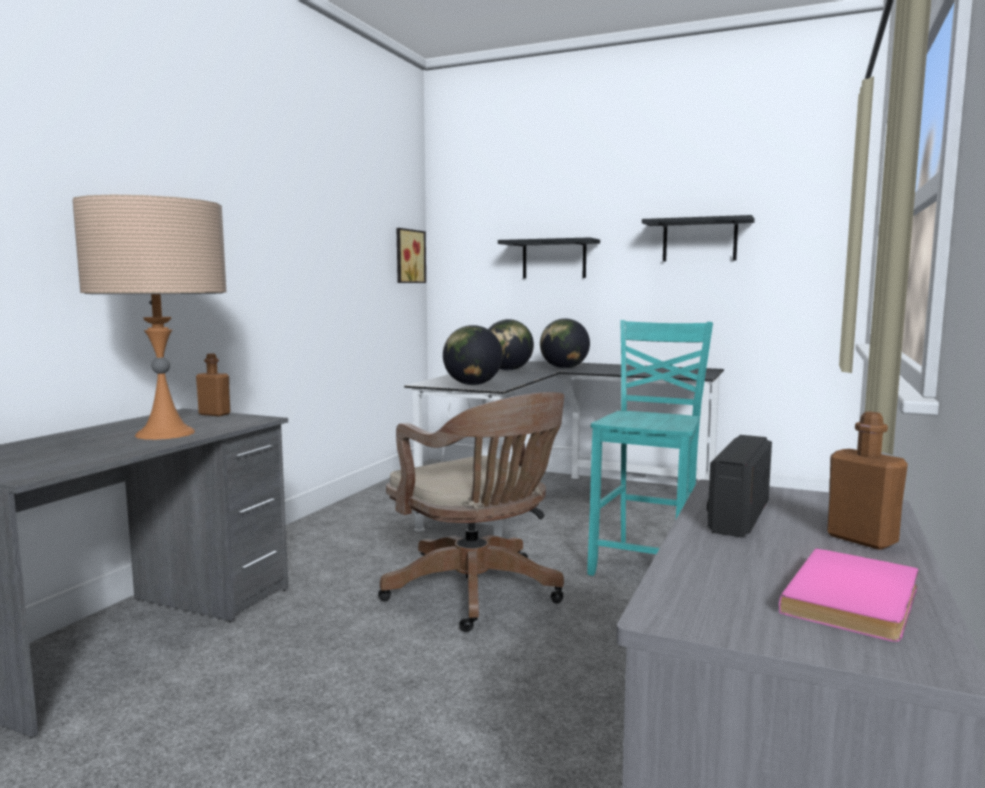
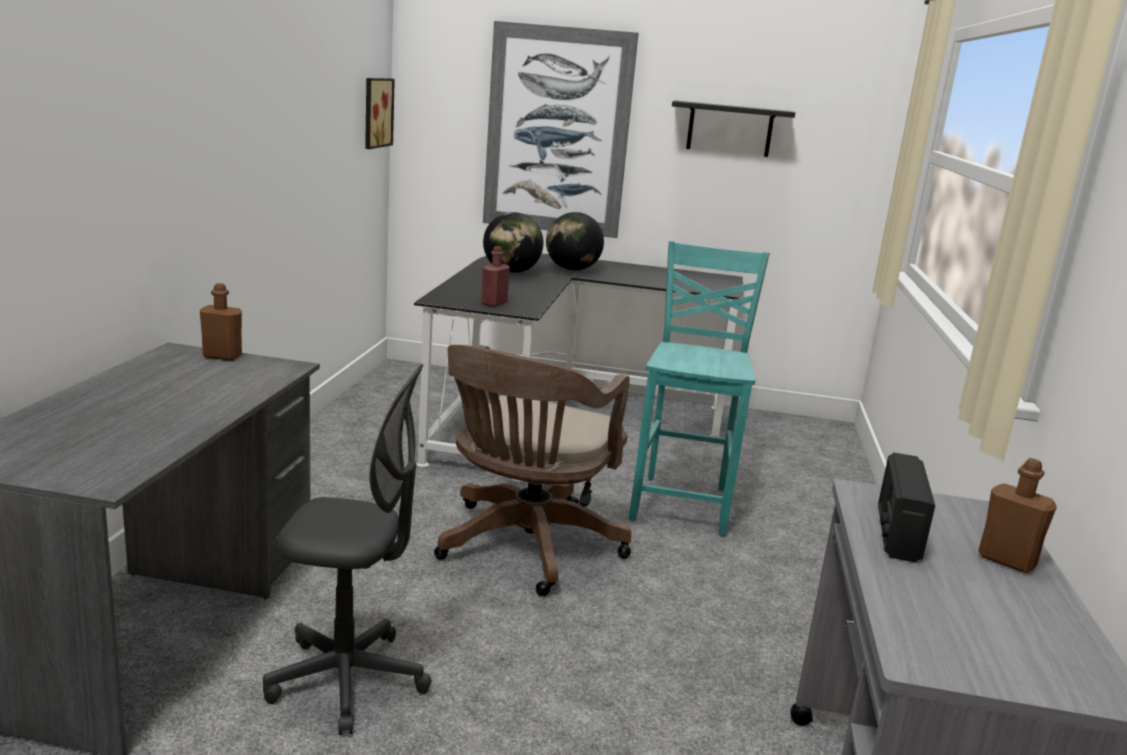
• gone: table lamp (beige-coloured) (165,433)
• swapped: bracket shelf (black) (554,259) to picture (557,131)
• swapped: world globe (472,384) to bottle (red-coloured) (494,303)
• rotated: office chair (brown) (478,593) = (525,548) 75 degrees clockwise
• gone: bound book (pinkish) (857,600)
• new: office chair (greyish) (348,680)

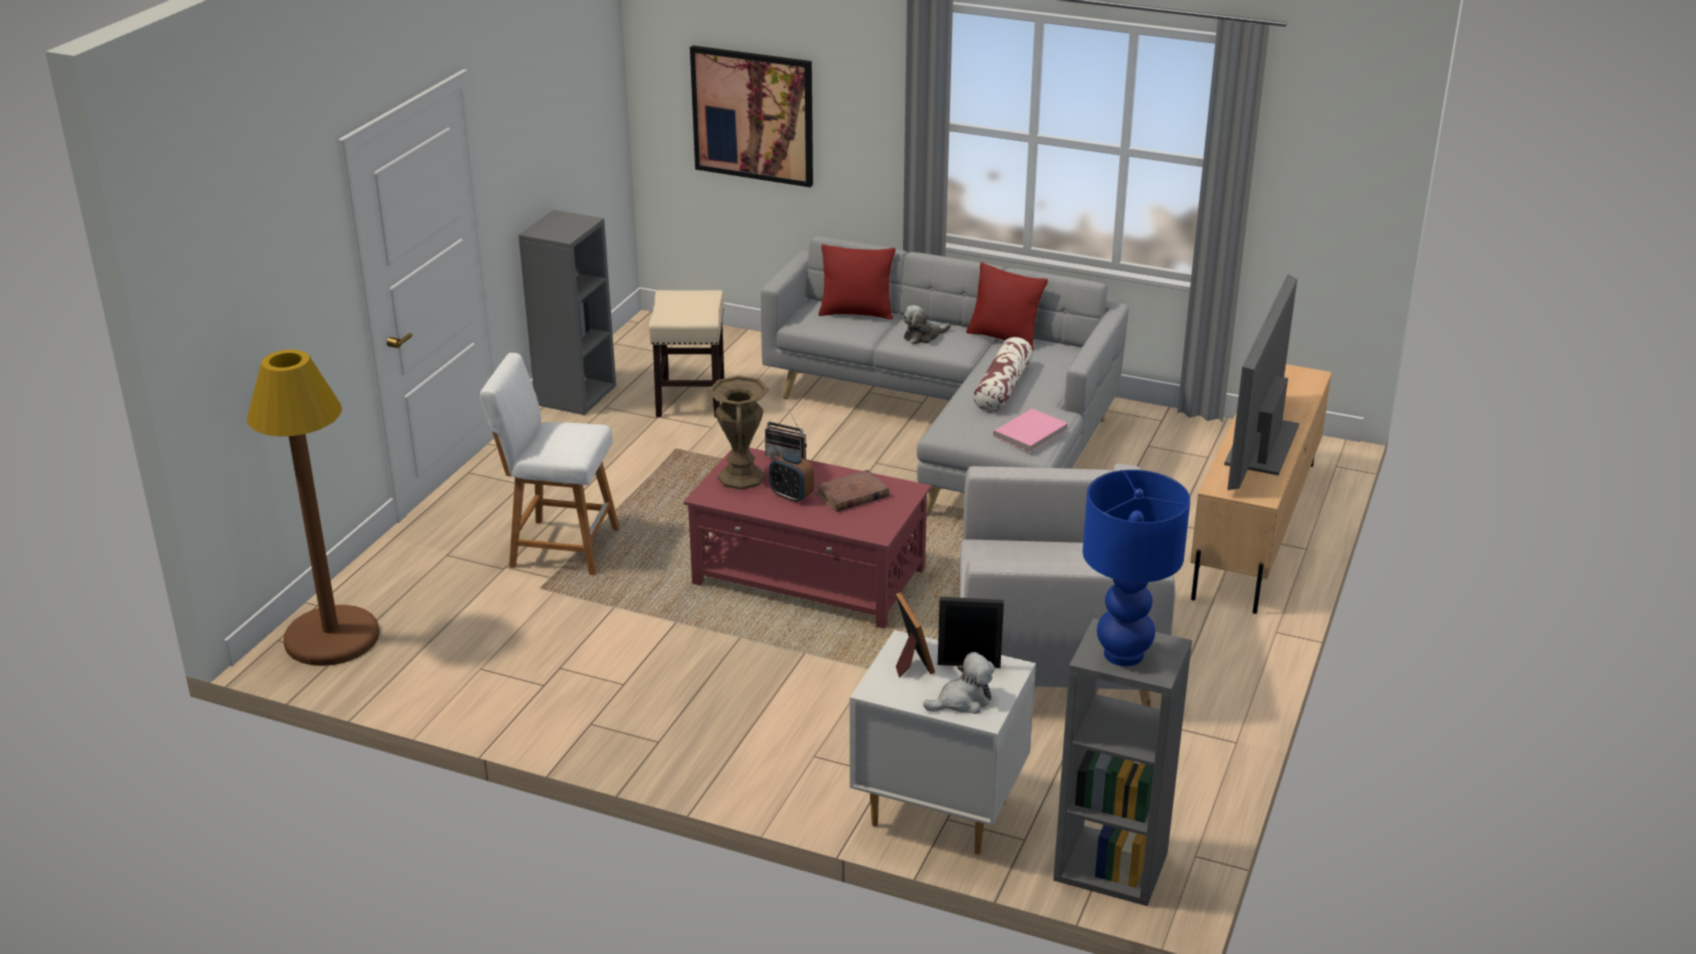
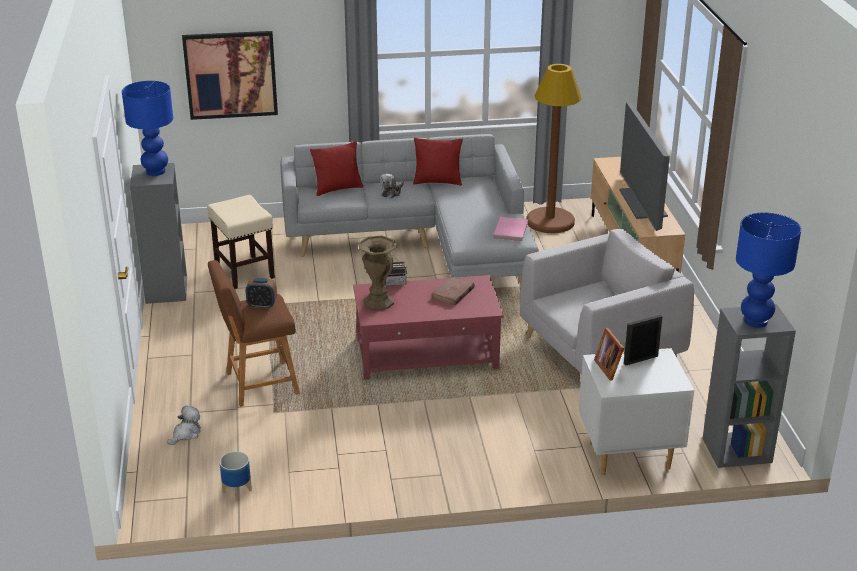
• gone: throw pillow (1002,387)
• shifted: standard lamp (brown) (332,637) to (550,221)
• repainted: sitting stool (white-coloured) (559,547) to sitting stool (brown) (258,384)
• shifted: table clock (791,496) to (262,305)
• rotated: standing frame (910,660) = (609,368) 150 degrees counterclockwise
• shifted: soft toy (962,701) to (186,434)
• new: table lamp (bluish) (155,171)
• new: planter (236,491)

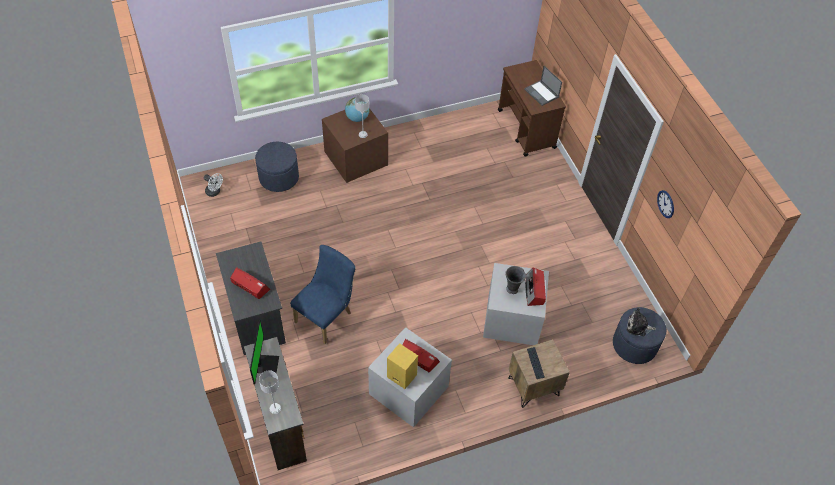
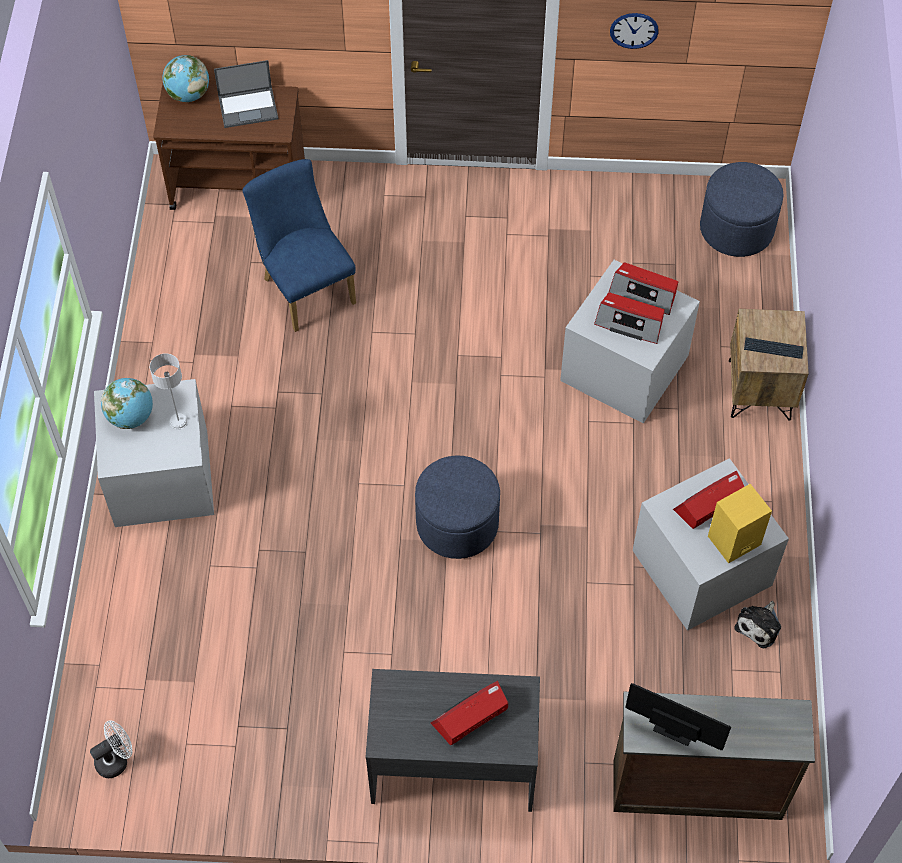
• repainted: storage bin (brown) (356,157) to storage bin (greyish) (160,477)
• shifted: footrest (bluish) (279,177) to (457,523)
• shifted: upright chair (bluish) (327,315) to (305,286)
• swapped: vase (greyish) (512,290) to radio set (630,323)
• shifted: soft toy (638,326) to (759,625)
• gone: table lamp (greyish) (275,408)
• new: world globe (188,94)

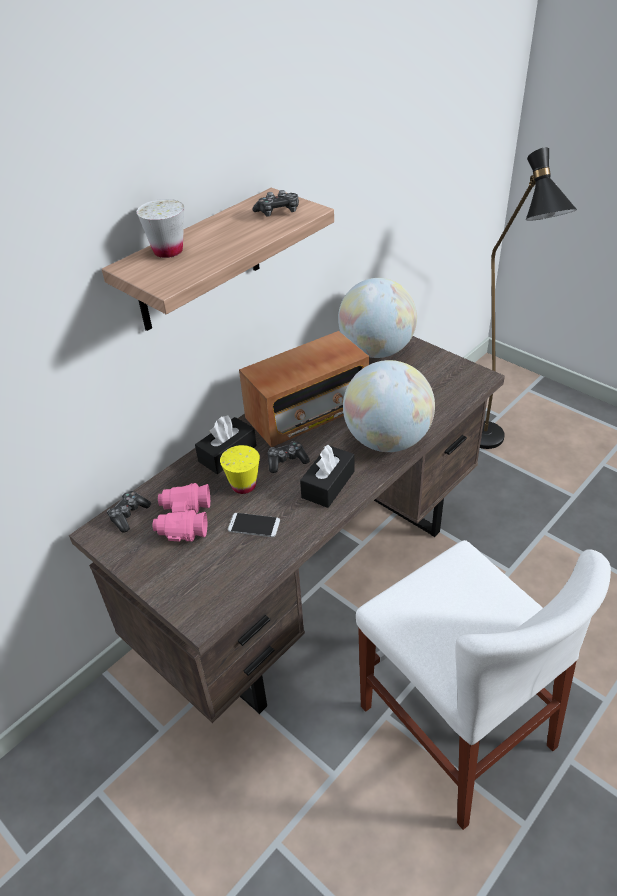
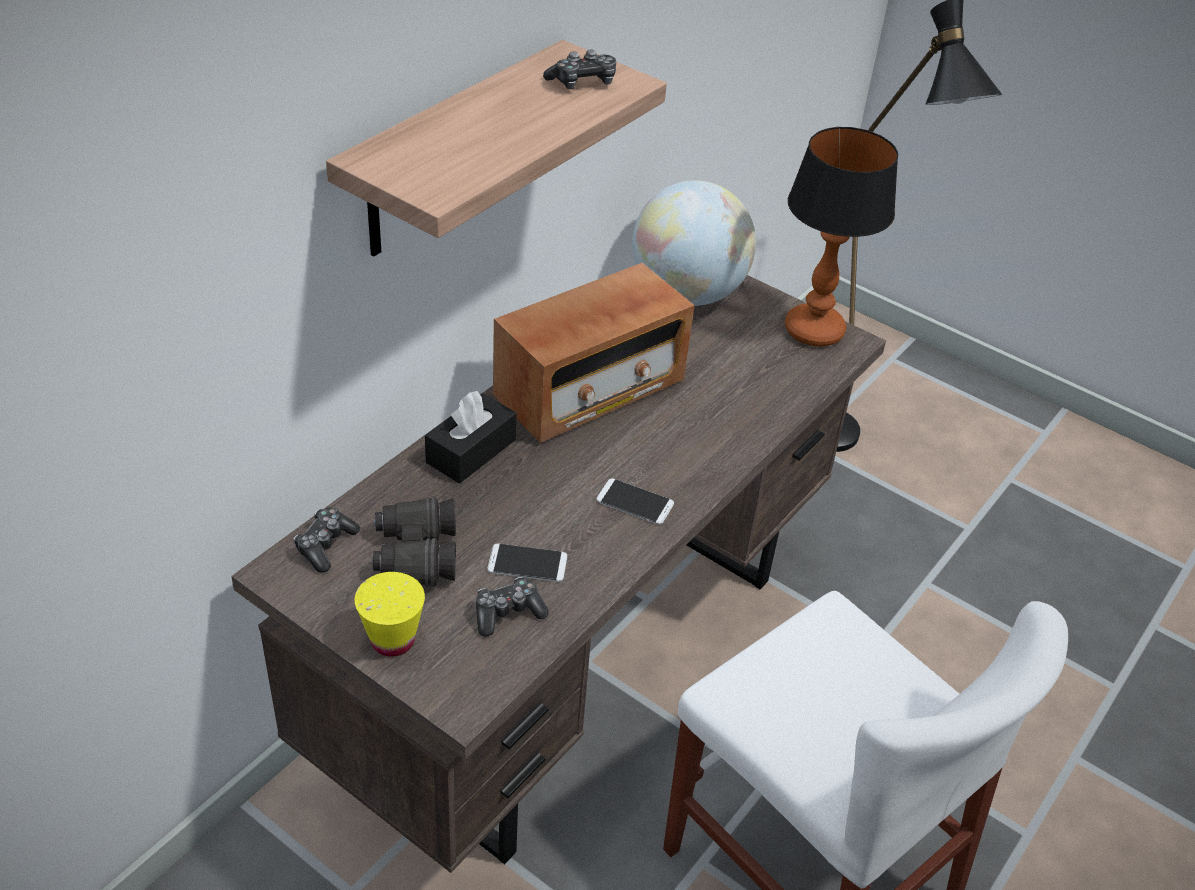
• gone: cup (white-coloured) (168,251)
• gone: world globe (387,440)
• shifted: joypad (286,461) to (507,613)
• shifted: cup (yellow-coloured) (243,485) to (392,640)
• swapped: tissue holder (black) (328,484) to telephone (635,502)
• repainted: binoculars (pinkish) (184,520) to binoculars (black) (415,555)
• new: table lamp (814,331)

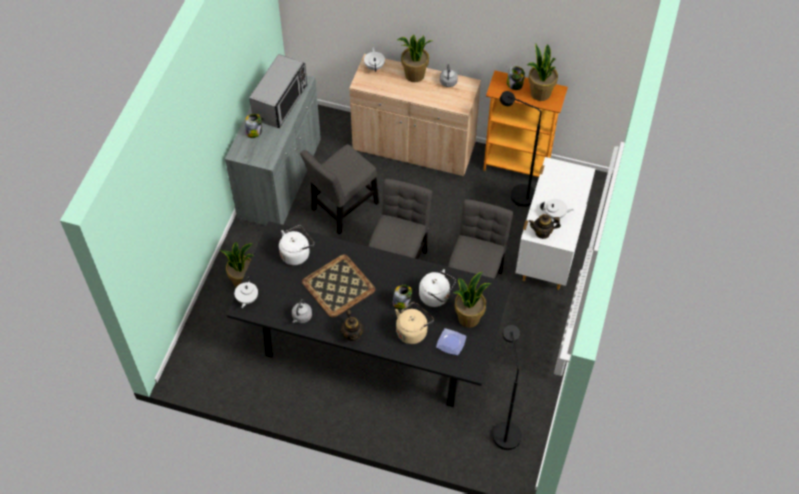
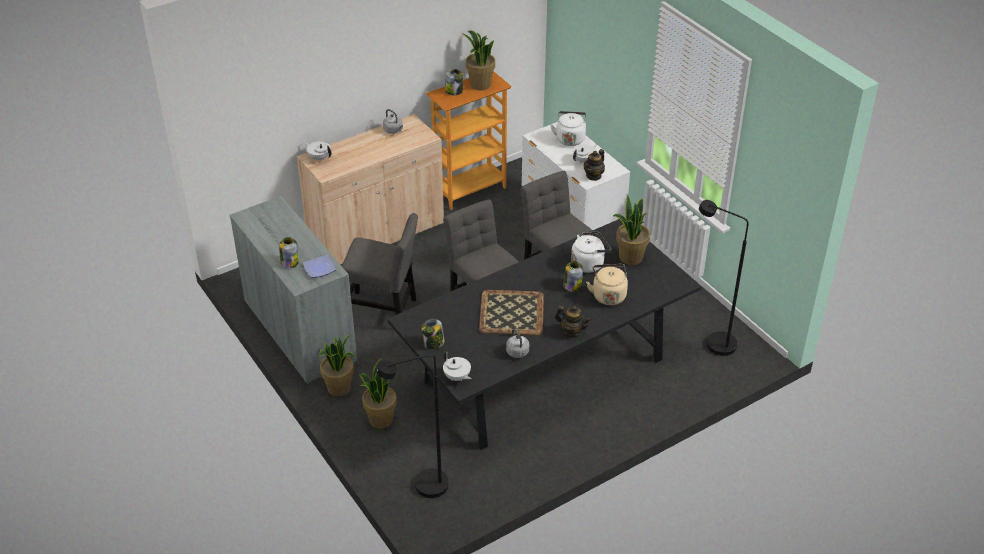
• shifted: plant in a pot (414,75) to (339,388)
• gone: microwave (280,102)
• shifted: standard lamp (black) (516,194) to (422,488)
• rotated: upright chair (greyish) (342,208) = (384,310) 75 degrees counterclockwise
• shifted: kettle (white-coloured) (296,253) to (570,138)
• shifted: dinner plate (450,343) to (319,269)
• new: storage jar (433,343)

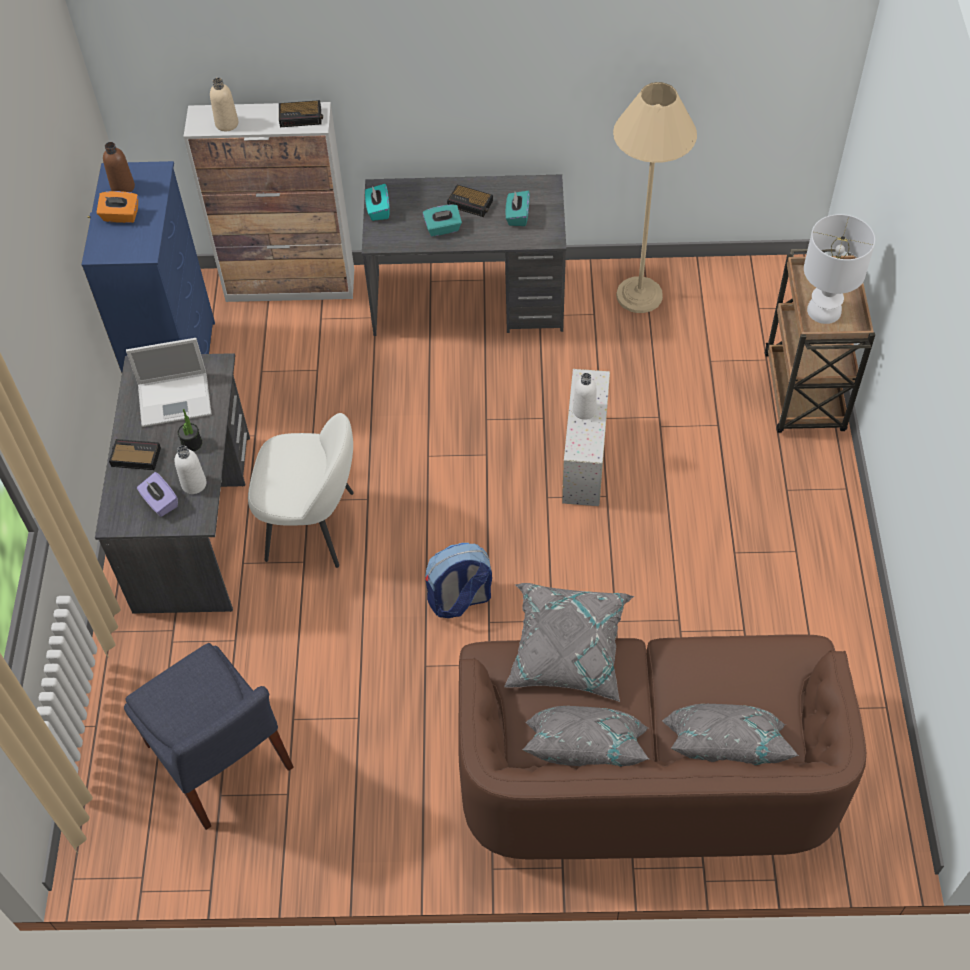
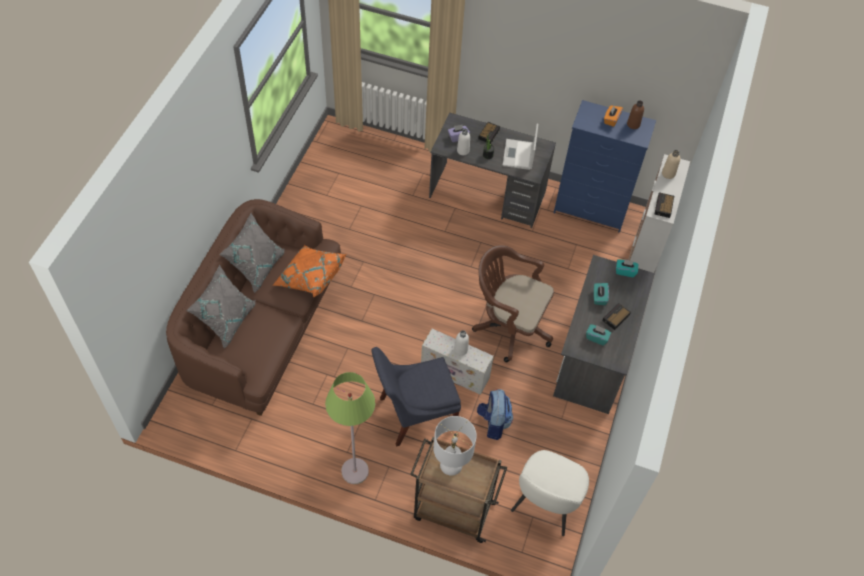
• gone: standard lamp (beige-coloured) (639,295)
• shifted: upright chair (white-coloured) (313,526) to (545,505)
• shifted: knapsack (459,600) to (493,423)
• repainted: throw pillow (greyish) (567,654) to throw pillow (orange) (310,277)
• shifted: upright chair (bluish) (221,762) to (414,413)
• new: office chair (brown) (508,326)
• new: standard lamp (green-coloured) (354,471)

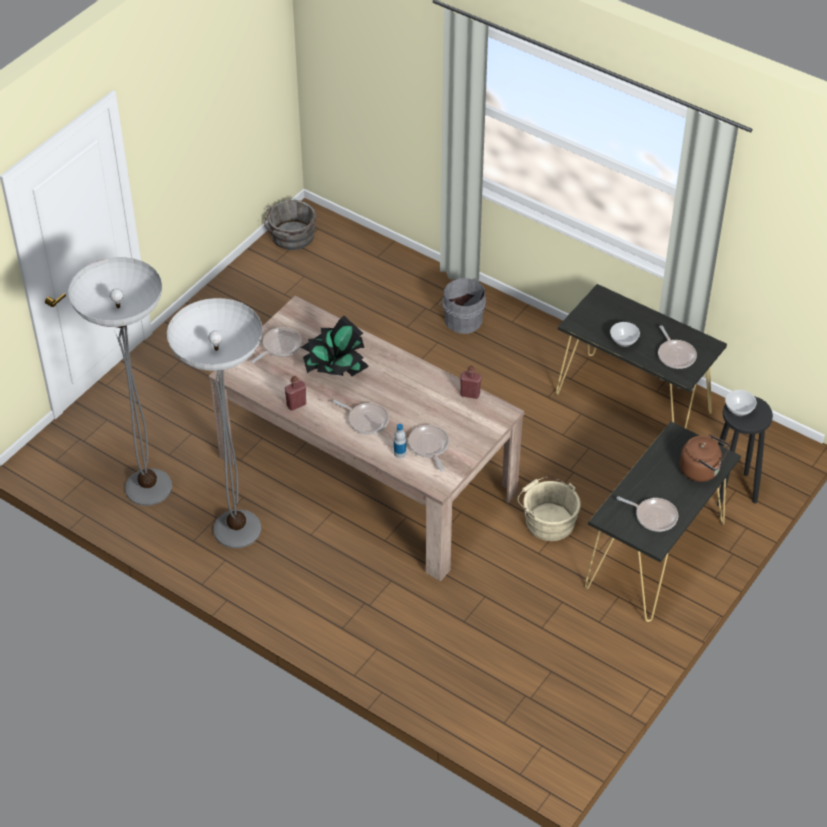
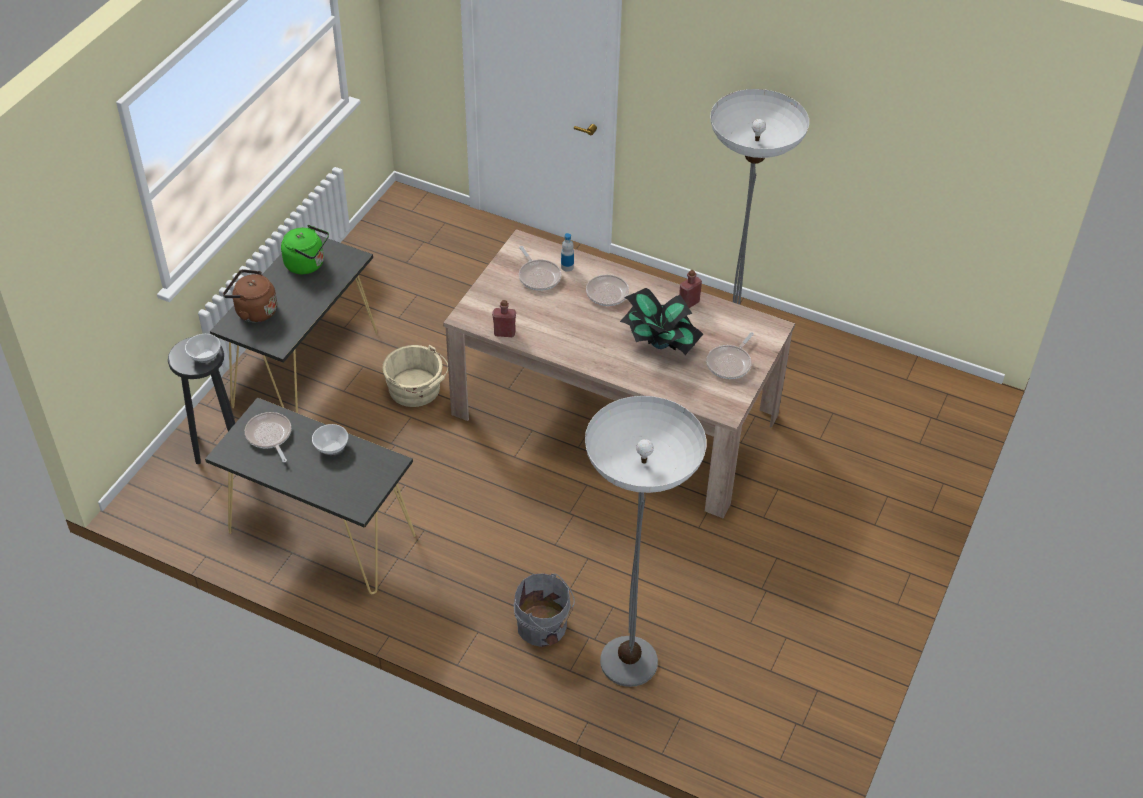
• gone: bucket (greyish) (291,238)
• shifted: standard lamp (148,487) to (628,661)
• swapped: frying pan (653,516) to kettle (green-coloured) (307,264)

